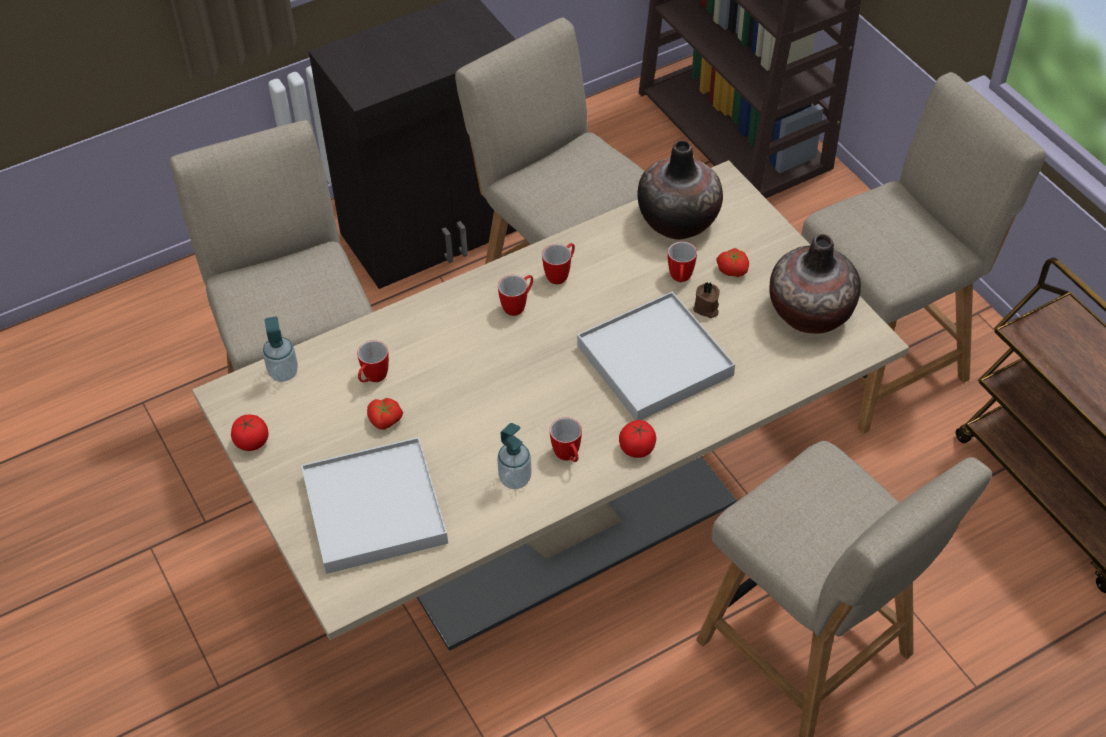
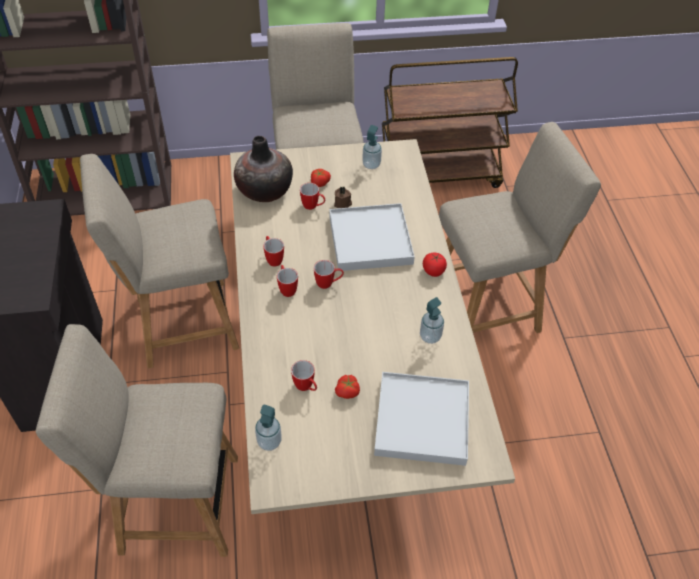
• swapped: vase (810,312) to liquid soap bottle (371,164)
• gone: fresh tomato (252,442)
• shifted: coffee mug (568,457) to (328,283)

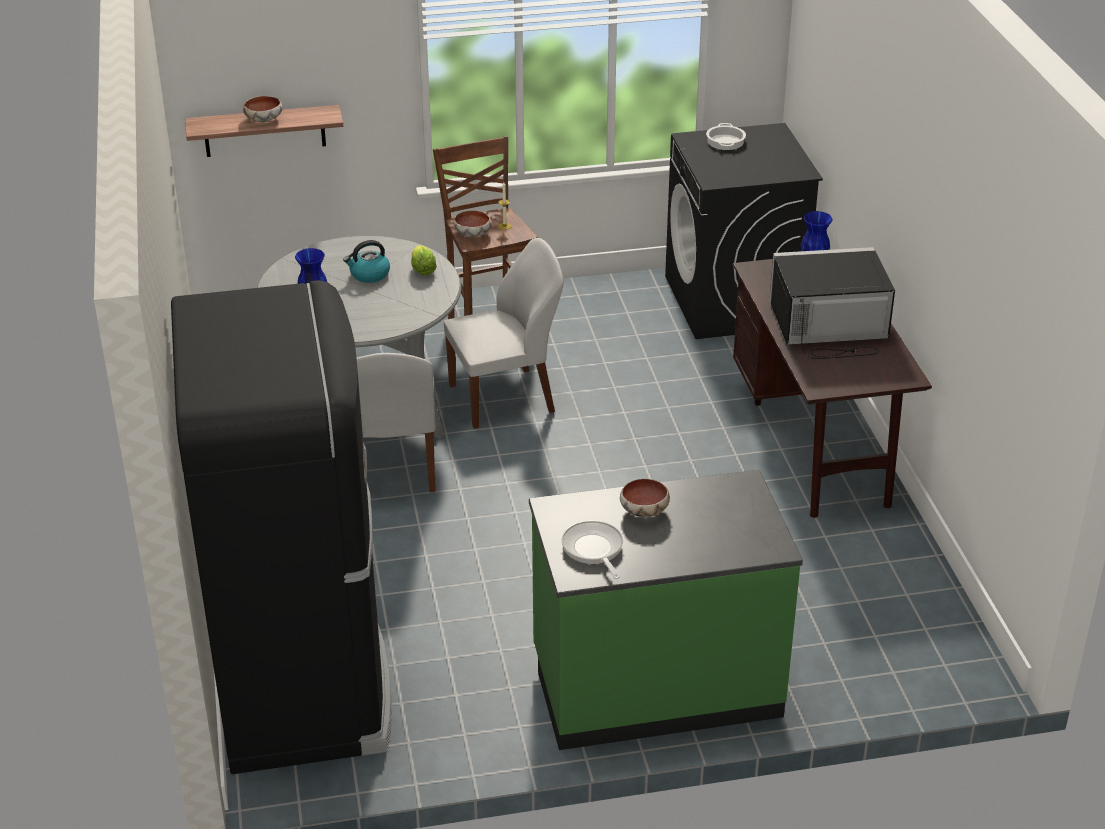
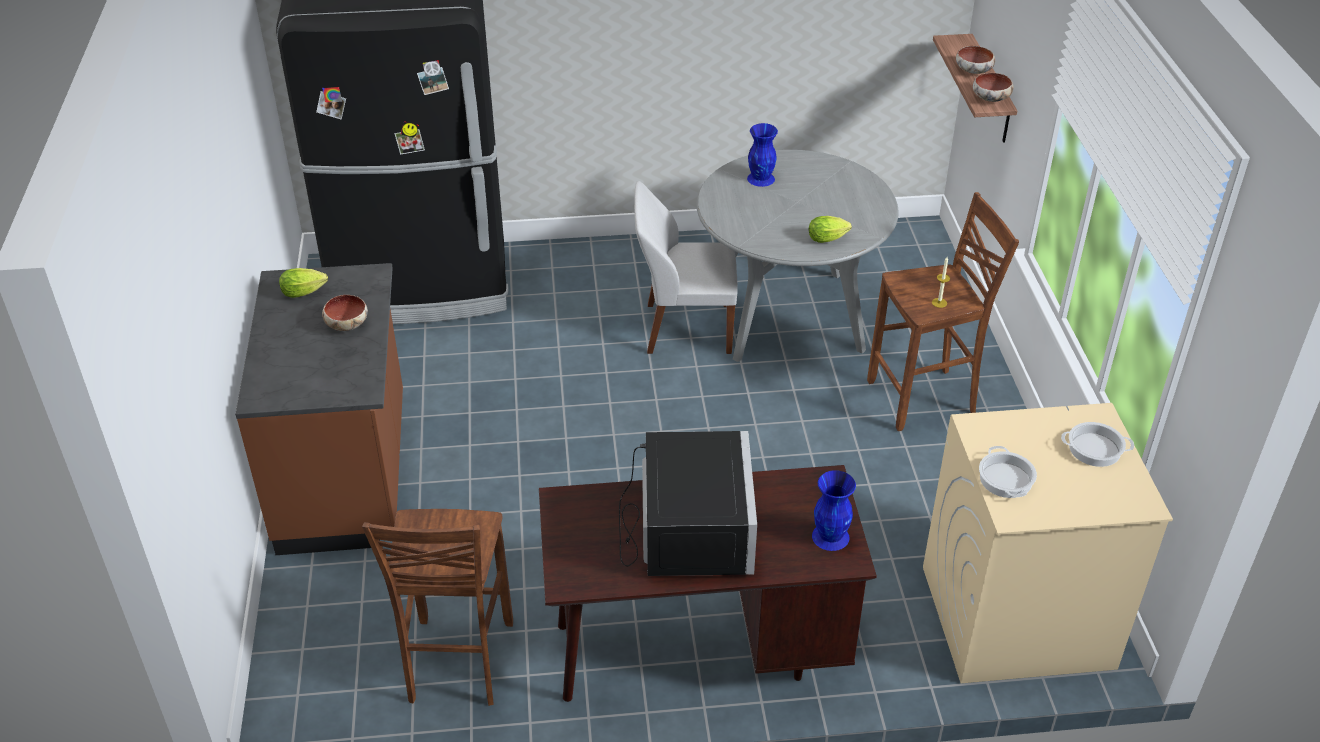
• repainted: laundry appliance (black) (734,302) to laundry appliance (beige-coloured) (1015,617)
• shifted: serving bowl (473,234) to (991,99)
• gone: upright chair (white-coloured) (505,398)
• gone: kettle (369,275)
• repainted: kitchen base unit (green-coloured) (655,685) to kitchen base unit (brown) (347,475)
• swapped: frying pan (593,549) to lettuce head (306,292)
• new: cooking pot (1006,480)
• new: sitting stool (brown) (457,664)

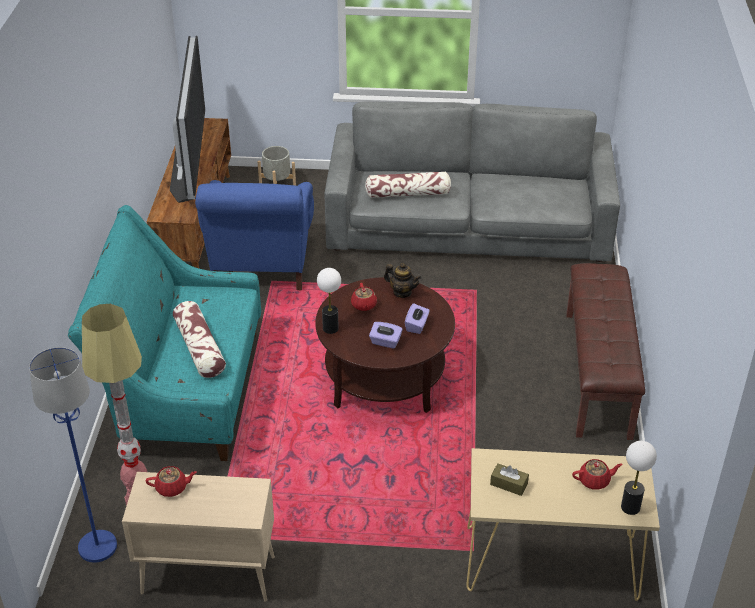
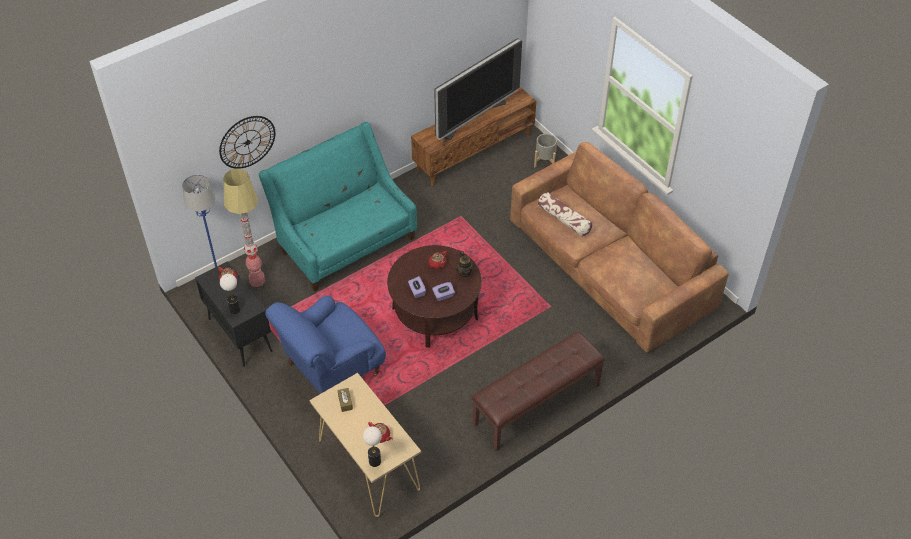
• repainted: sofa (greyish) (468,223) to sofa (brown) (609,265)
• shifted: lounge chair (bluish) (261,266) to (331,370)
• shifted: table lamp (330,328) to (234,309)
• gone: throw pillow (200,348)
• repainted: cabinet (beige-coloured) (207,575) to cabinet (black) (239,334)
• new: hanging clock (247,142)

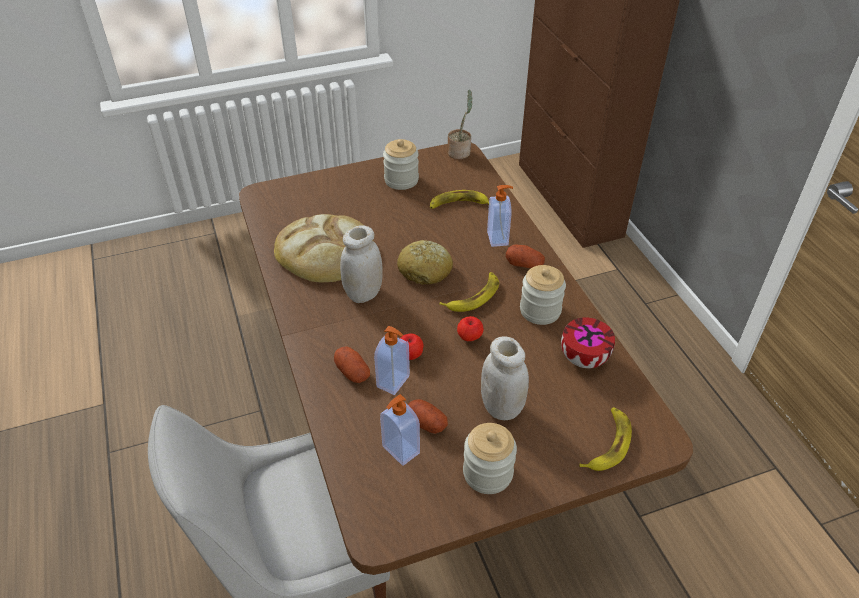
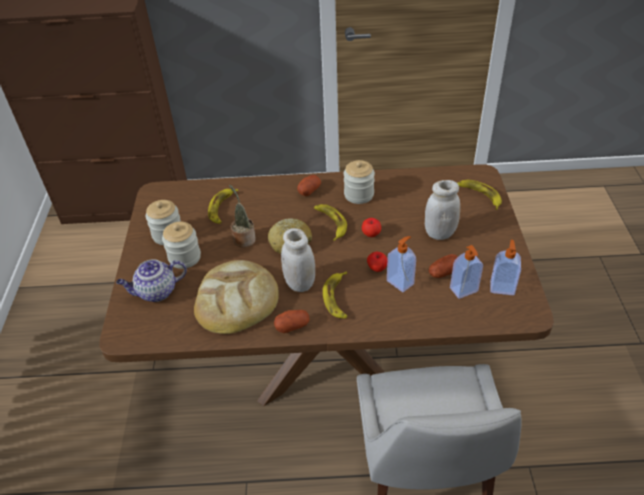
• shifted: plant in a pot (460,152) to (243,238)
• shifted: liquid soap bottle (498,238) to (502,287)
• gone: serving bowl (582,358)
• shifted: whole potato (352,372) to (292,326)
• shifted: storage jar (487,473) to (184,257)
• new: teapot (156,292)
• new: banana fruit (337,298)

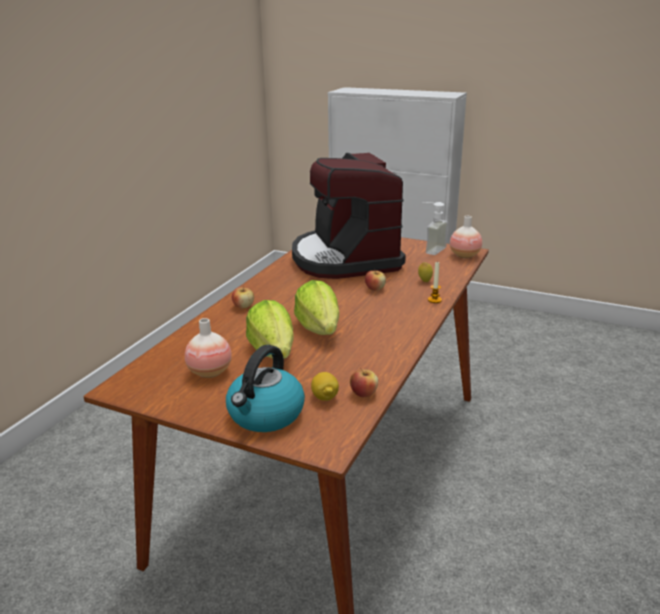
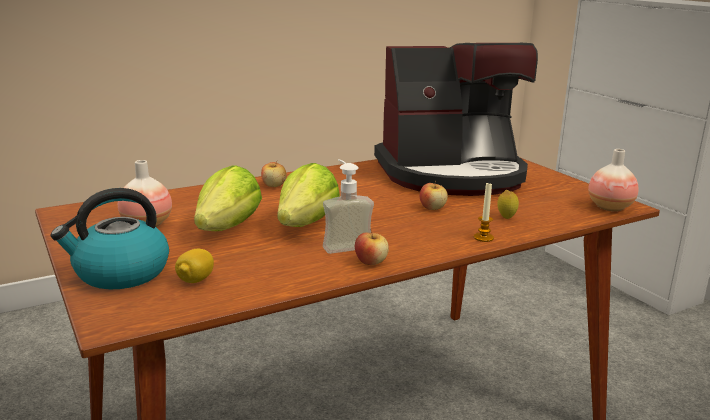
• rotated: coffee brewer (345,258) = (452,174) 120 degrees counterclockwise
• shifted: liquid soap bottle (430,249) to (344,244)
• shifted: apple (364,393) to (371,262)

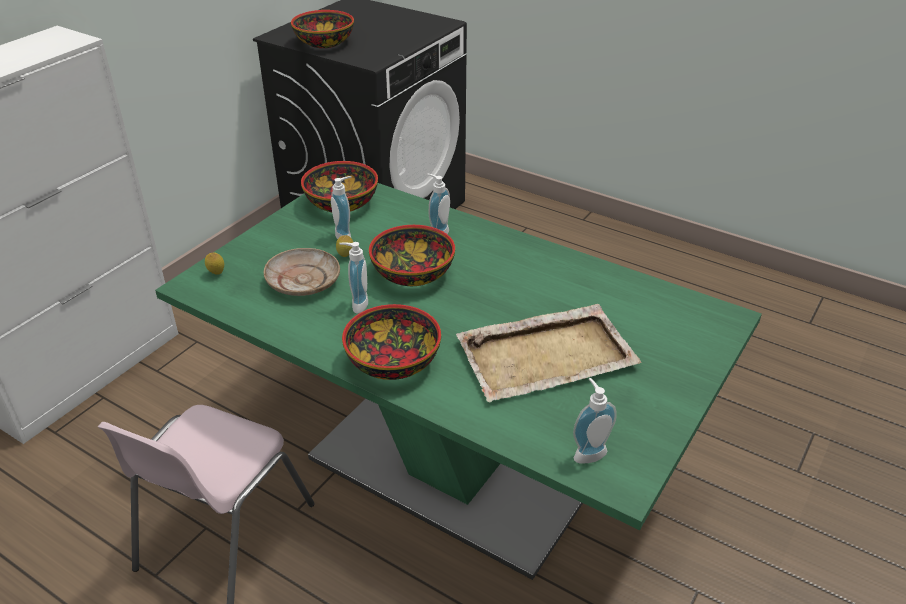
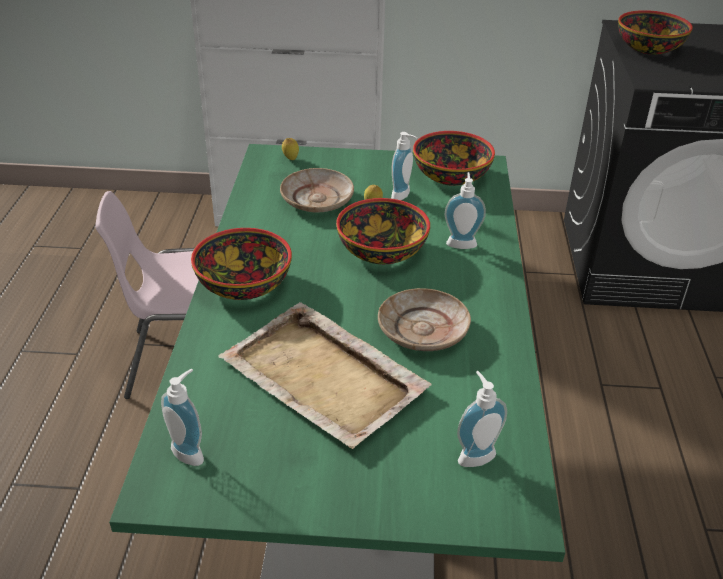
• shifted: liquid soap bottle (356,304) to (474,454)
• new: dinner plate (beige-coloured) (423,330)

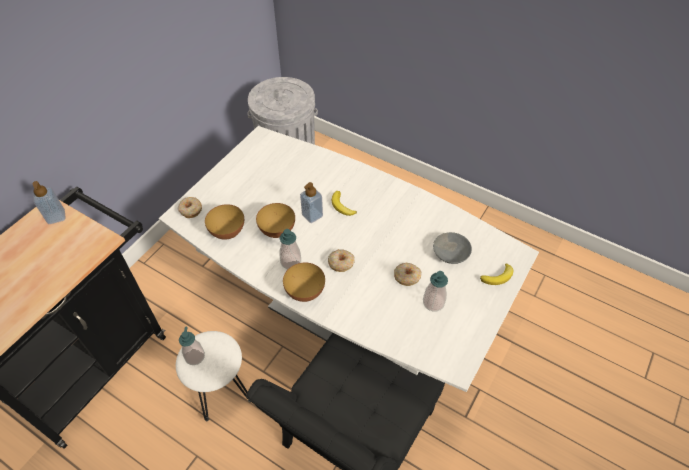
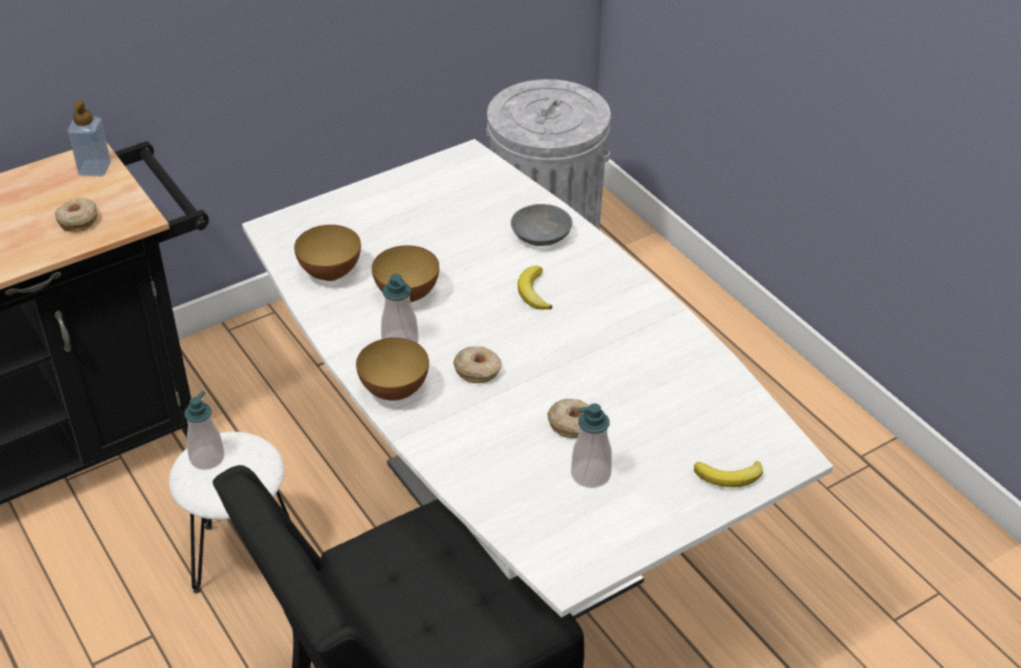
• gone: liquid soap bottle (312,215)
• shifted: doughnut (190,210) to (78,220)
• shifted: serving bowl (greyish) (451,252) to (542,235)

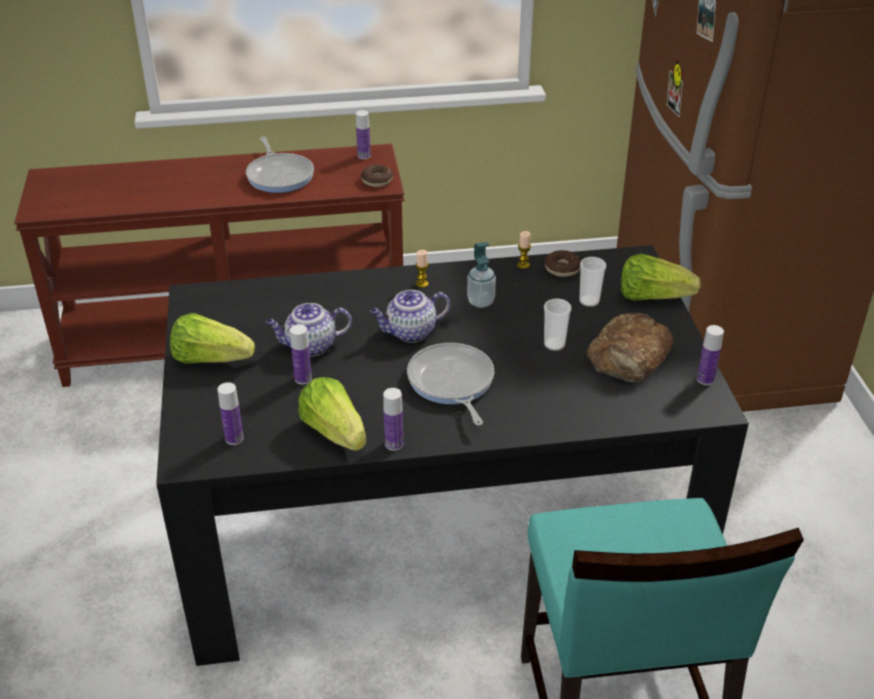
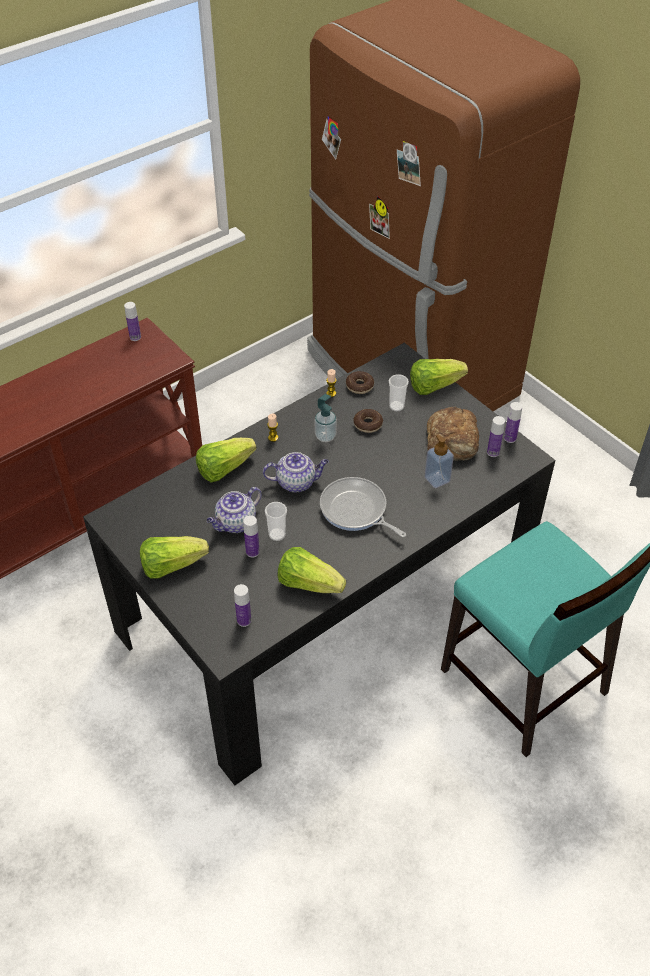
• gone: frying pan (280,175)
• shifted: doughnut (377,180) to (368,424)
• rotated: teapot (410,333) = (297,482) 135 degrees counterclockwise
• shifted: cup (554,344) to (277,534)
• shifted: bottle (394,444) to (493,452)
• new: liquid soap bottle (437,479)
• new: lettuce head (224,469)

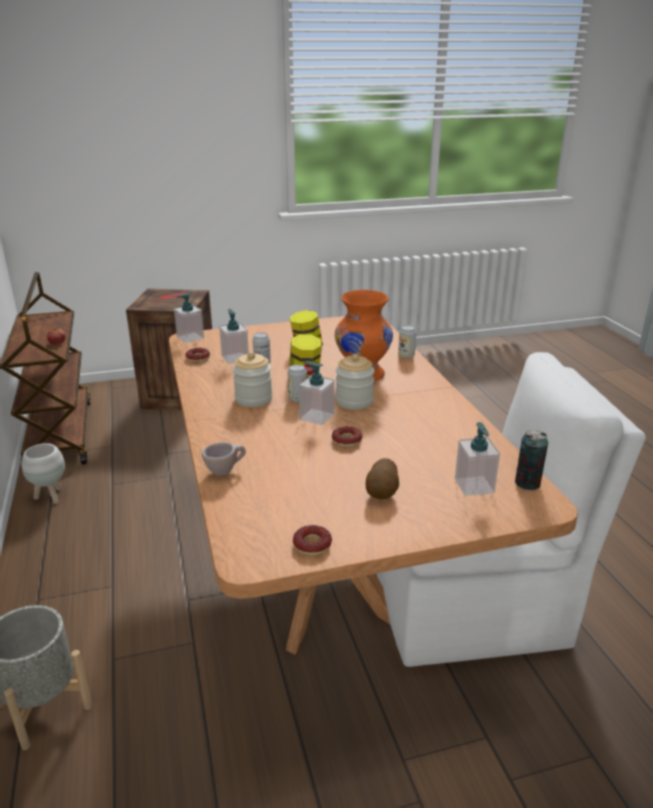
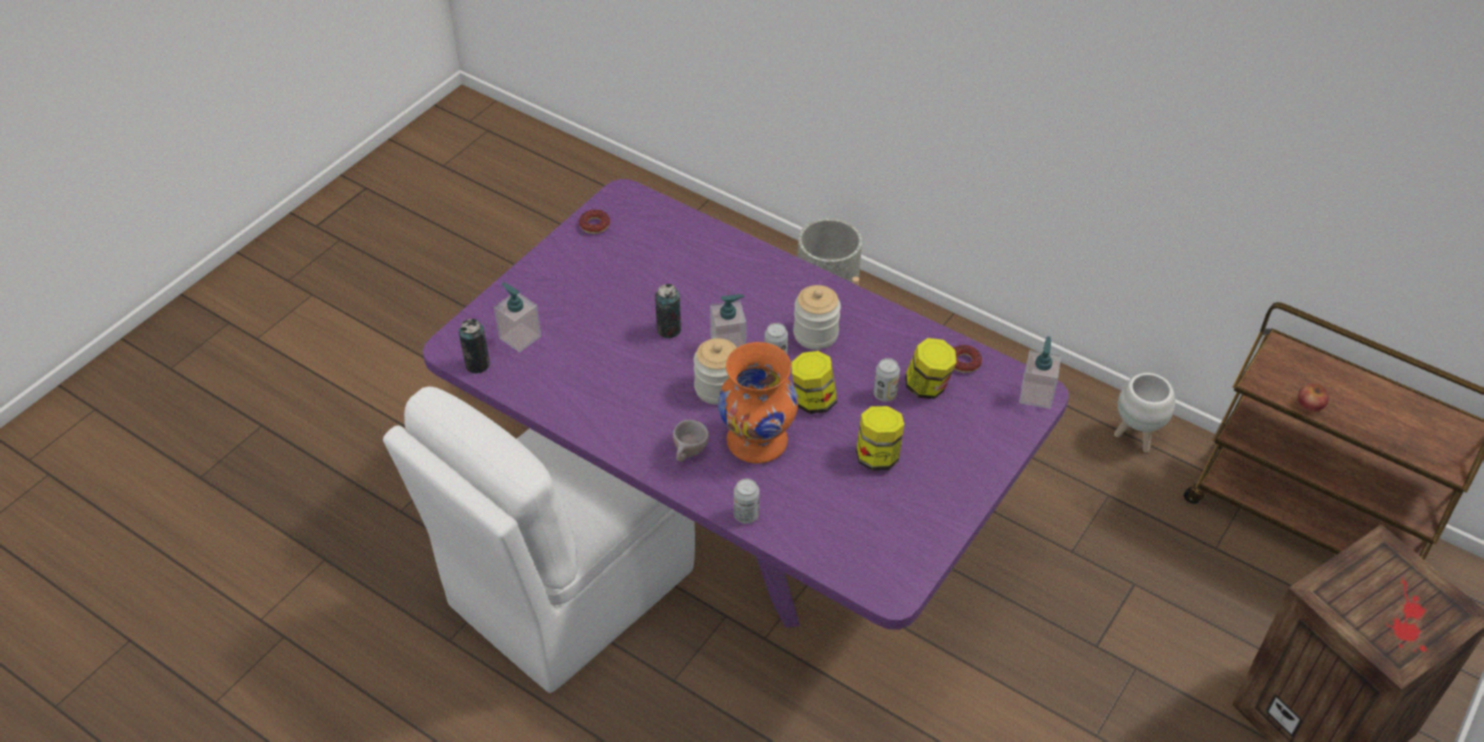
• swapped: liquid soap bottle (235,358) to storage jar (927,387)
• repainted: dinner table (brown) (325,577) to dinner table (purplish) (741,533)
• swapped: doughnut (346,440) to can (668,330)
• shifted: cup (beige-coloured) (225,471) to (689,455)
• gone: whole potato (382,494)

